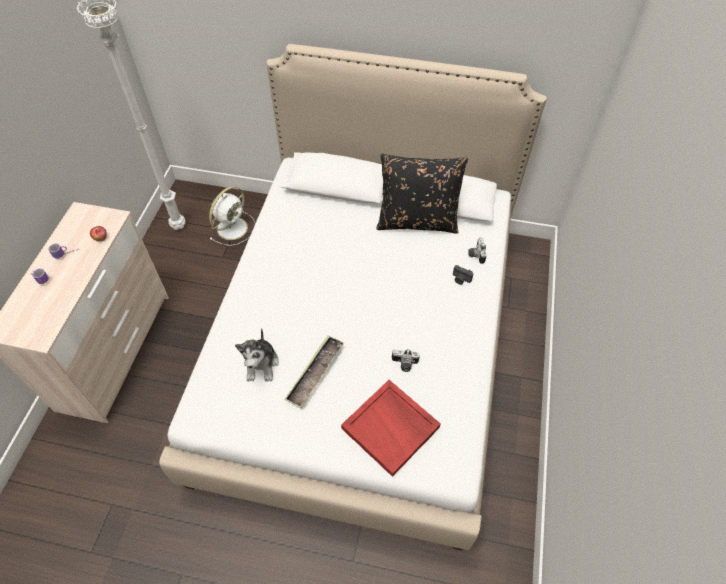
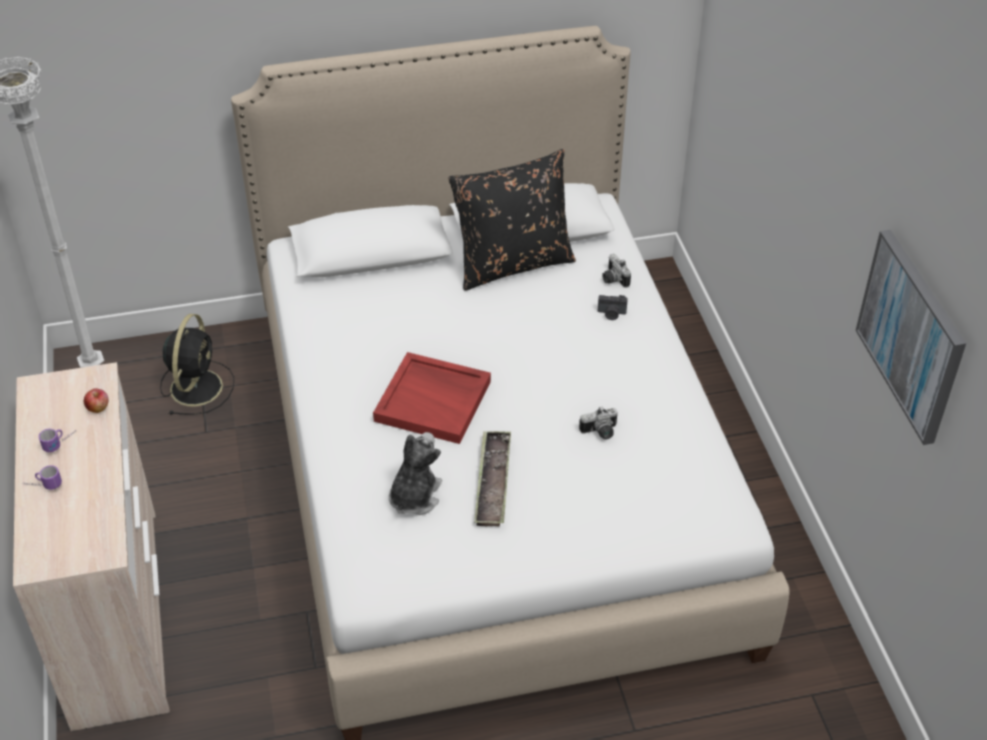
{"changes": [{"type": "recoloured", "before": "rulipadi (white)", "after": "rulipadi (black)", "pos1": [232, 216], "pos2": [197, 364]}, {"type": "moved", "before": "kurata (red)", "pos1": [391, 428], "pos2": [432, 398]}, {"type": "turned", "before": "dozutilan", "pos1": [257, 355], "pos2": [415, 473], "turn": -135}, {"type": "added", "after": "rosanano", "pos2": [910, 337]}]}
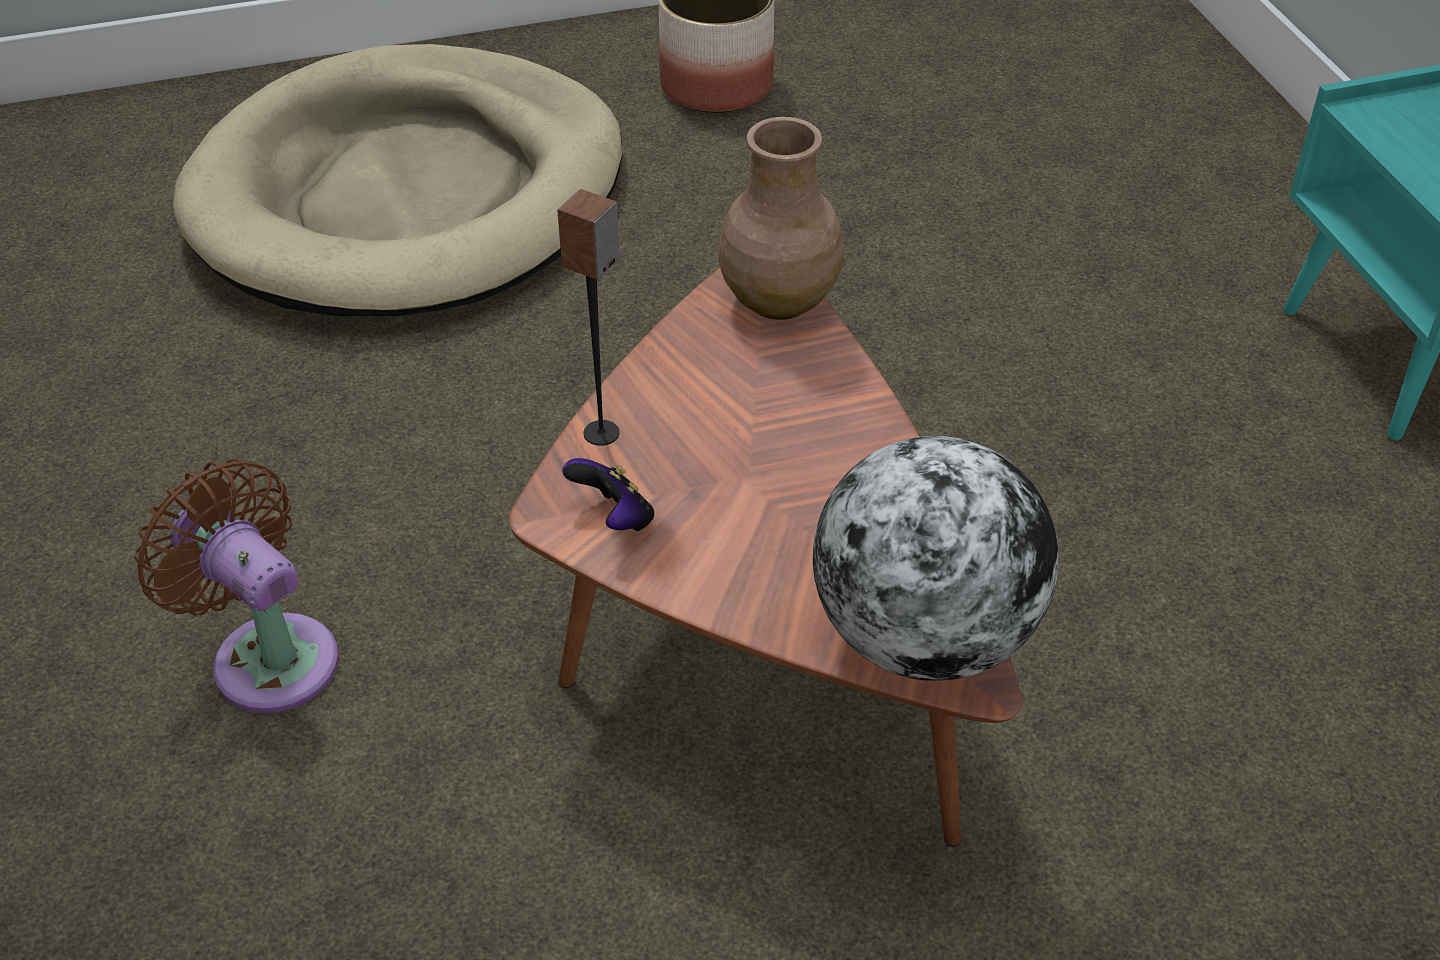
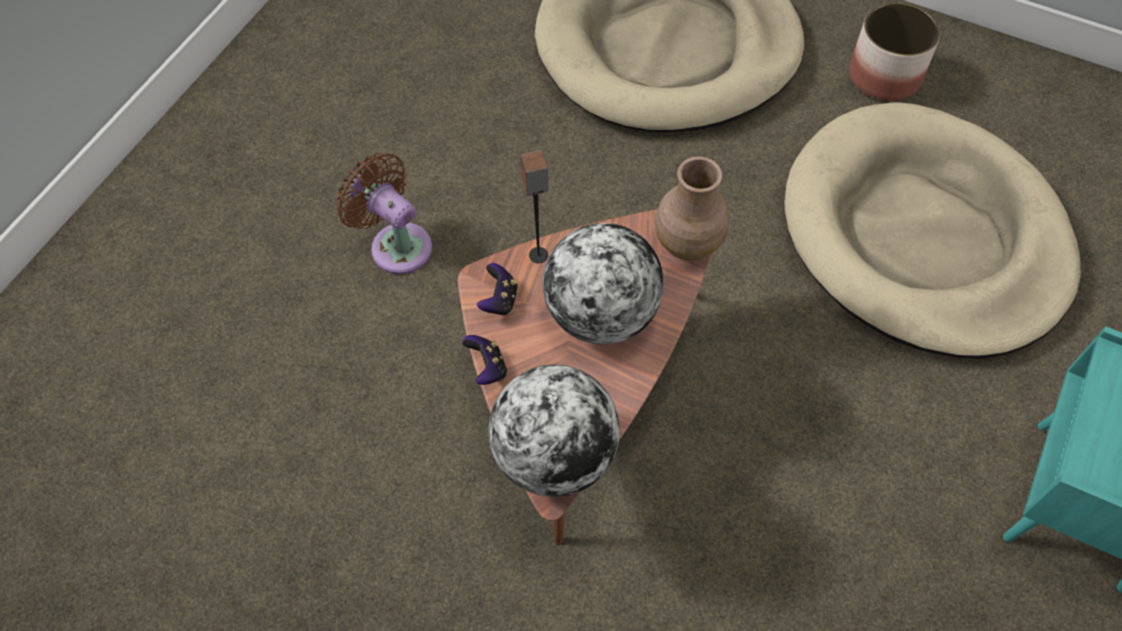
{"changes": [{"type": "turned", "before": "rulipadi (brown)", "pos1": [237, 586], "pos2": [383, 213], "turn": -45}, {"type": "added", "after": "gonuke", "pos2": [484, 360]}, {"type": "added", "after": "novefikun", "pos2": [603, 283]}, {"type": "added", "after": "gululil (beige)", "pos2": [933, 230]}]}
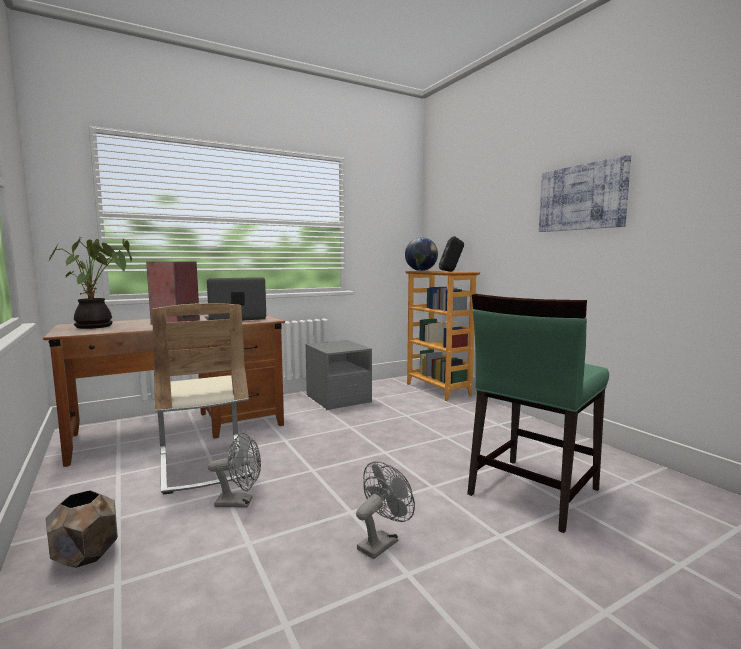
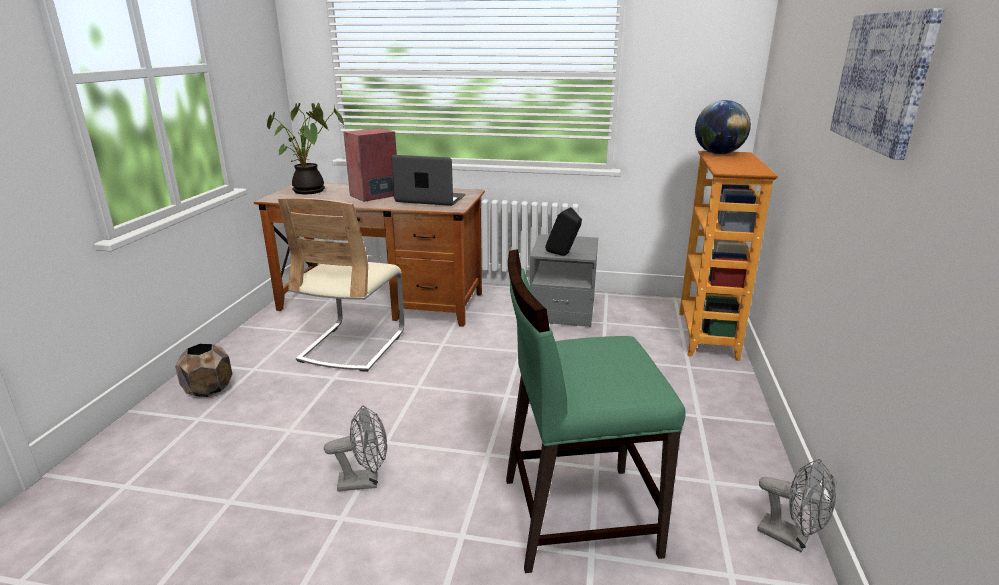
{"changes": [{"type": "moved", "before": "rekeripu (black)", "pos1": [451, 254], "pos2": [563, 231]}, {"type": "moved", "before": "rulipadi (grey)", "pos1": [234, 470], "pos2": [796, 505]}]}
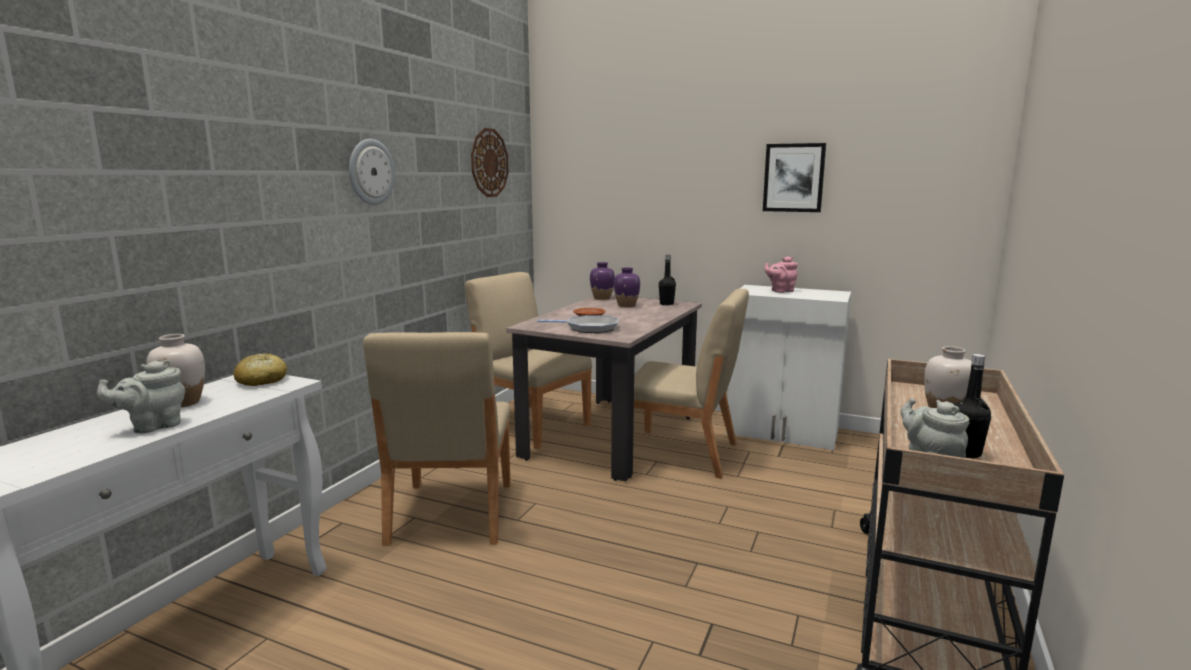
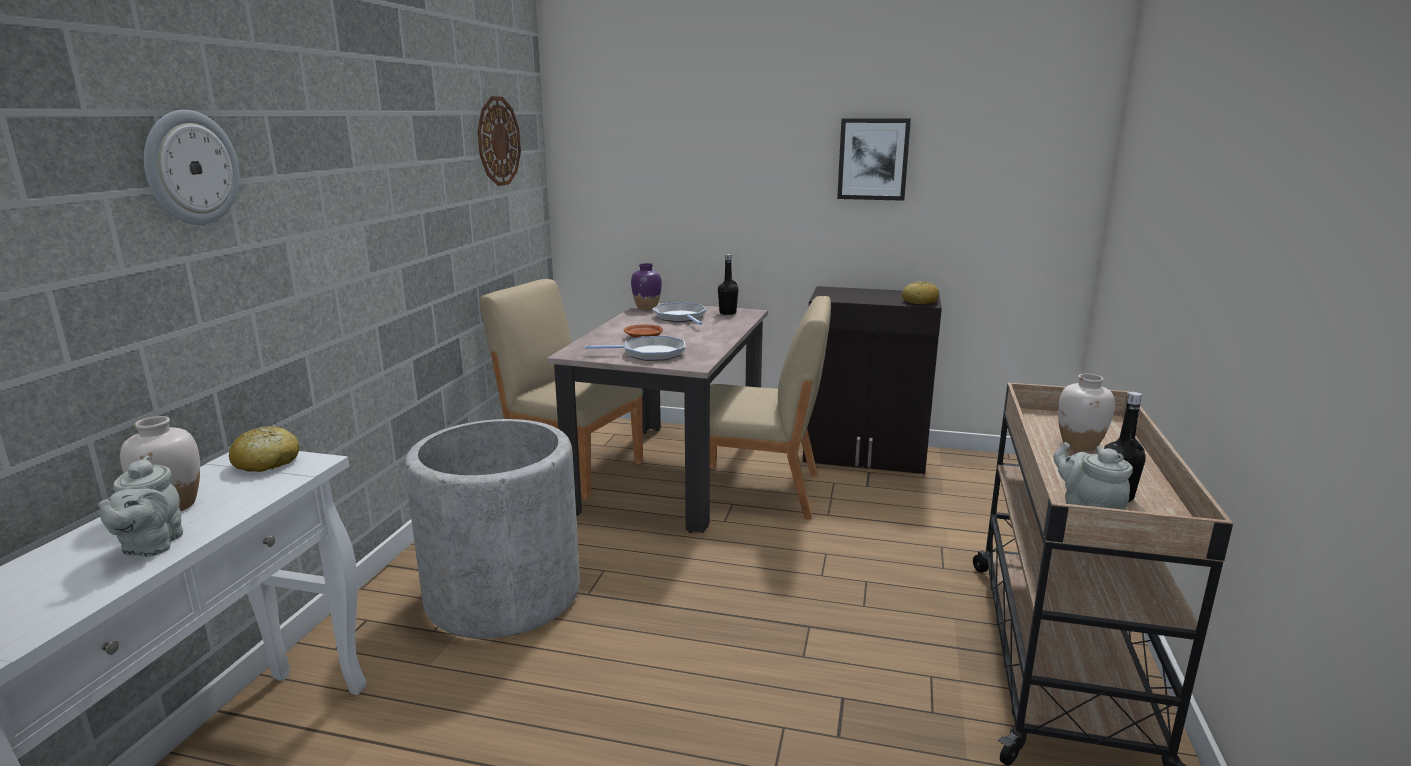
{"changes": [{"type": "turned", "before": "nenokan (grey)", "pos1": [141, 396], "pos2": [140, 506], "turn": -45}, {"type": "moved", "before": "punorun", "pos1": [372, 172], "pos2": [191, 167]}, {"type": "replaced", "before": "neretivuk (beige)", "after": "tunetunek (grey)", "pos1": [437, 439], "pos2": [492, 529]}, {"type": "replaced", "before": "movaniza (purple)", "after": "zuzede", "pos1": [627, 287], "pos2": [679, 313]}, {"type": "recoloured", "before": "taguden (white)", "after": "taguden (black)", "pos1": [788, 367], "pos2": [872, 380]}, {"type": "added", "after": "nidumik", "pos2": [920, 292]}, {"type": "removed", "before": "nenokan (pink)", "pos1": [781, 274]}]}
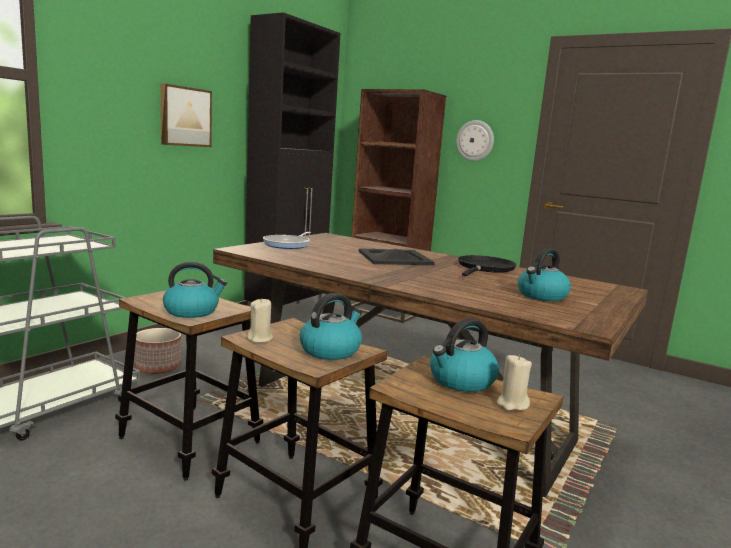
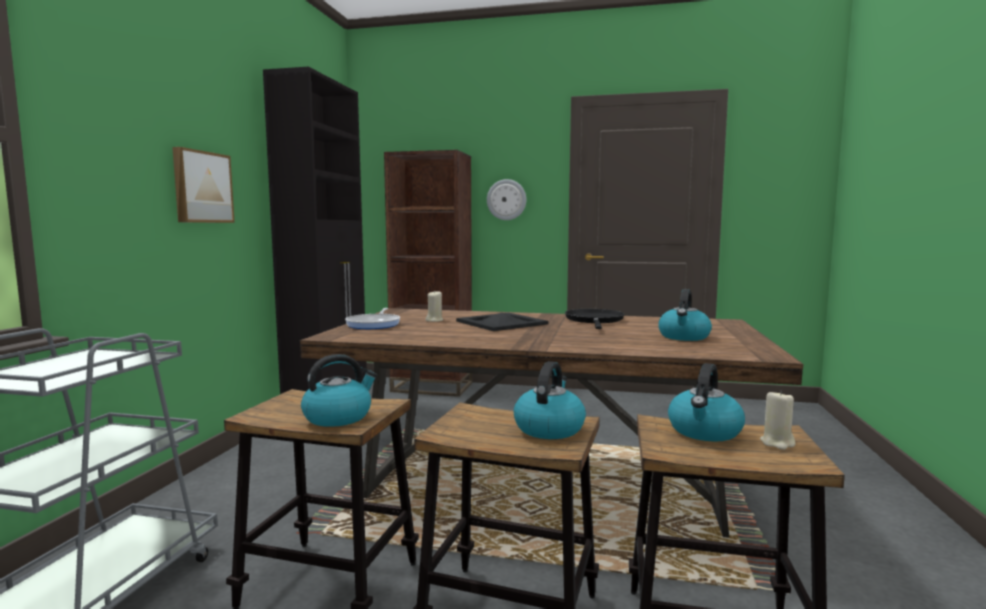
{"changes": [{"type": "moved", "before": "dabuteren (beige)", "pos1": [260, 320], "pos2": [434, 306]}, {"type": "removed", "before": "tunetunek", "pos1": [157, 351]}]}
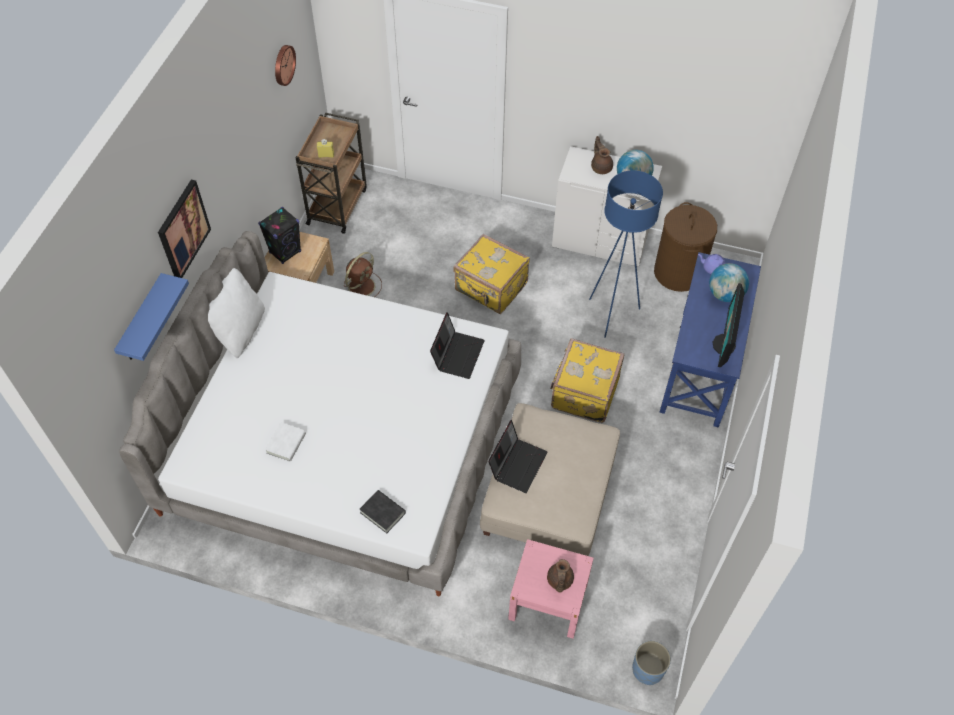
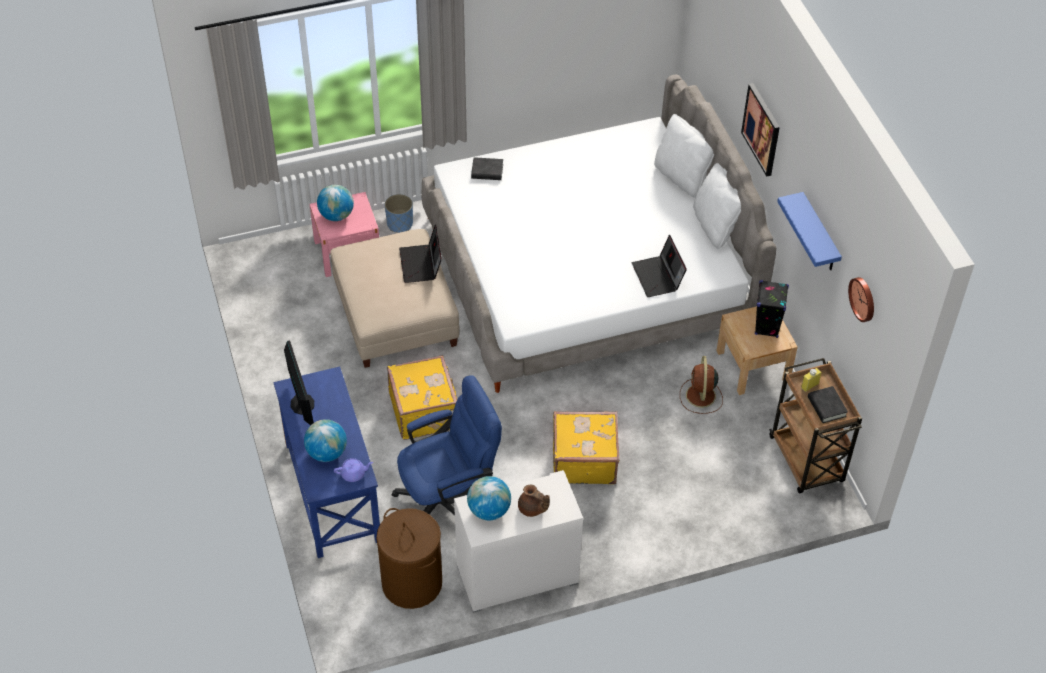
{"changes": [{"type": "replaced", "before": "nenokan (brown)", "after": "novefikun", "pos1": [560, 575], "pos2": [335, 203]}, {"type": "moved", "before": "tunetunek (blue)", "pos1": [651, 663], "pos2": [399, 213]}, {"type": "replaced", "before": "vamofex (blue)", "after": "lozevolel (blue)", "pos1": [626, 254], "pos2": [447, 445]}, {"type": "moved", "before": "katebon", "pos1": [457, 345], "pos2": [659, 266]}, {"type": "added", "after": "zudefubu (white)", "pos2": [684, 156]}, {"type": "moved", "before": "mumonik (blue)", "pos1": [151, 317], "pos2": [809, 231]}, {"type": "added", "after": "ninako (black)", "pos2": [828, 404]}, {"type": "removed", "before": "ninako (white)", "pos1": [285, 442]}]}
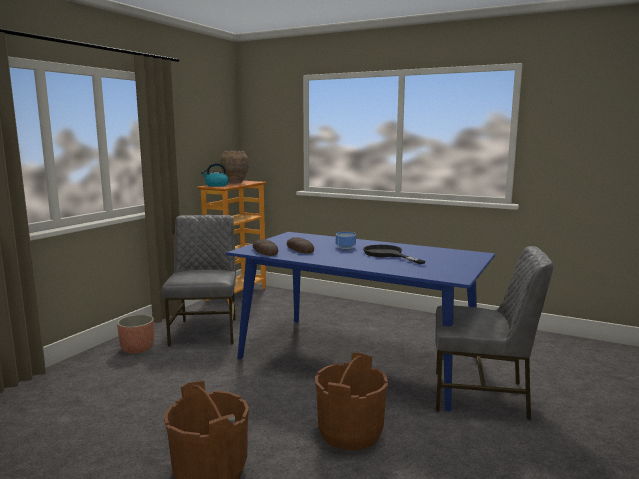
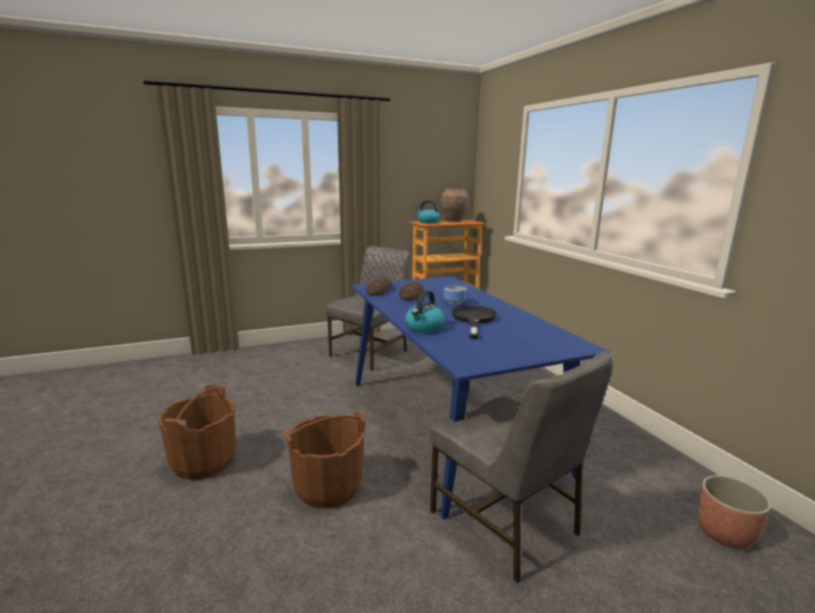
{"changes": [{"type": "added", "after": "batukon", "pos2": [425, 311]}, {"type": "moved", "before": "tunetunek", "pos1": [135, 334], "pos2": [734, 512]}]}
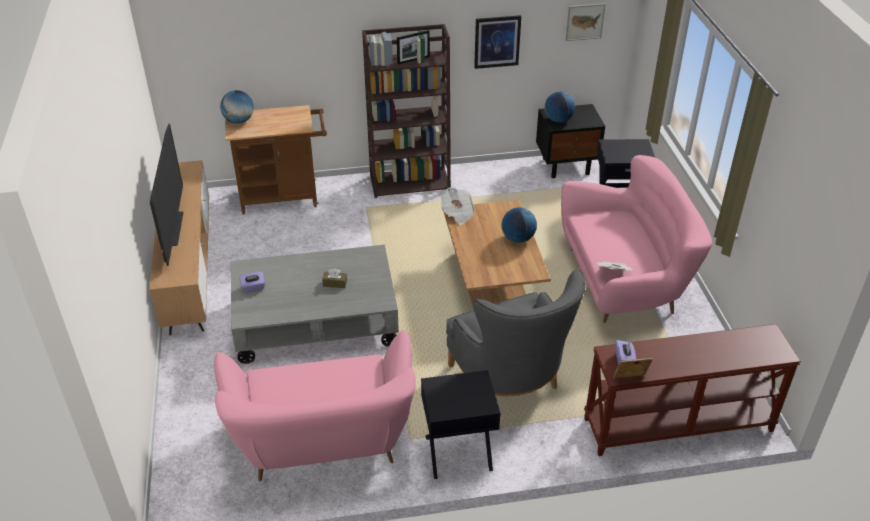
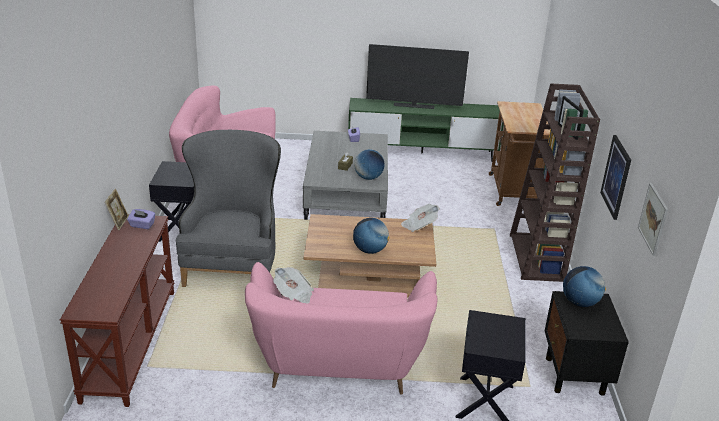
{"changes": [{"type": "turned", "before": "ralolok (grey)", "pos1": [516, 333], "pos2": [228, 208], "turn": 105}, {"type": "recoloured", "before": "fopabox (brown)", "after": "fopabox (green)", "pos1": [179, 247], "pos2": [426, 130]}, {"type": "moved", "before": "novefikun", "pos1": [237, 106], "pos2": [369, 164]}]}
